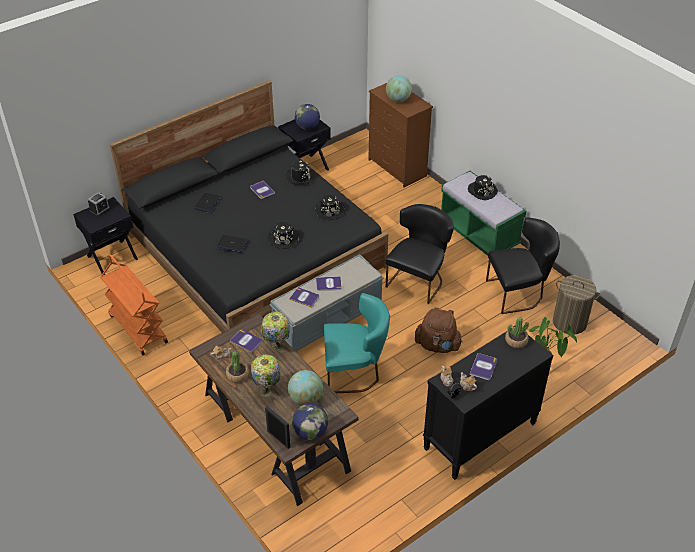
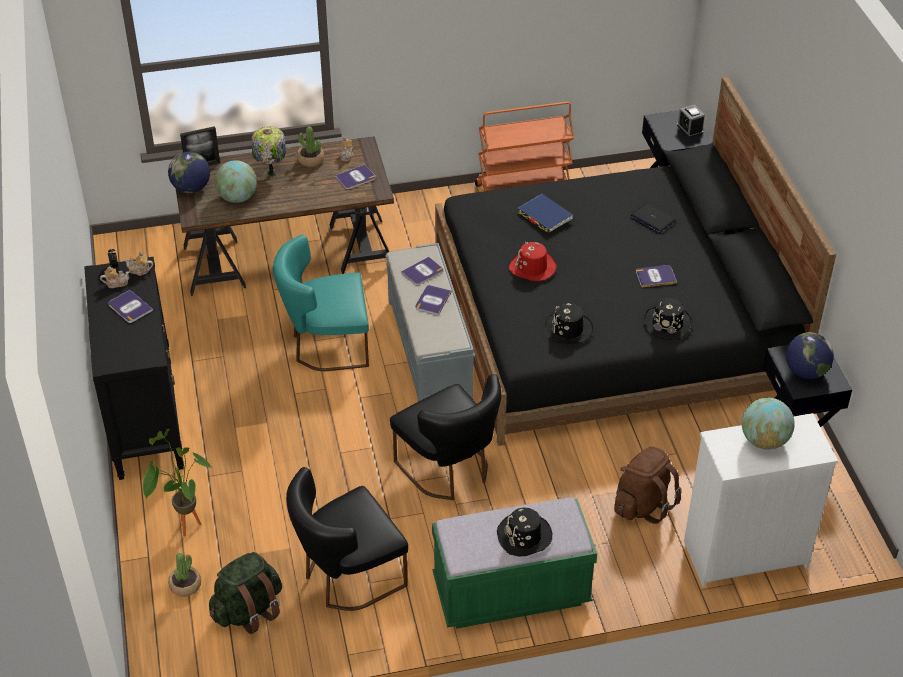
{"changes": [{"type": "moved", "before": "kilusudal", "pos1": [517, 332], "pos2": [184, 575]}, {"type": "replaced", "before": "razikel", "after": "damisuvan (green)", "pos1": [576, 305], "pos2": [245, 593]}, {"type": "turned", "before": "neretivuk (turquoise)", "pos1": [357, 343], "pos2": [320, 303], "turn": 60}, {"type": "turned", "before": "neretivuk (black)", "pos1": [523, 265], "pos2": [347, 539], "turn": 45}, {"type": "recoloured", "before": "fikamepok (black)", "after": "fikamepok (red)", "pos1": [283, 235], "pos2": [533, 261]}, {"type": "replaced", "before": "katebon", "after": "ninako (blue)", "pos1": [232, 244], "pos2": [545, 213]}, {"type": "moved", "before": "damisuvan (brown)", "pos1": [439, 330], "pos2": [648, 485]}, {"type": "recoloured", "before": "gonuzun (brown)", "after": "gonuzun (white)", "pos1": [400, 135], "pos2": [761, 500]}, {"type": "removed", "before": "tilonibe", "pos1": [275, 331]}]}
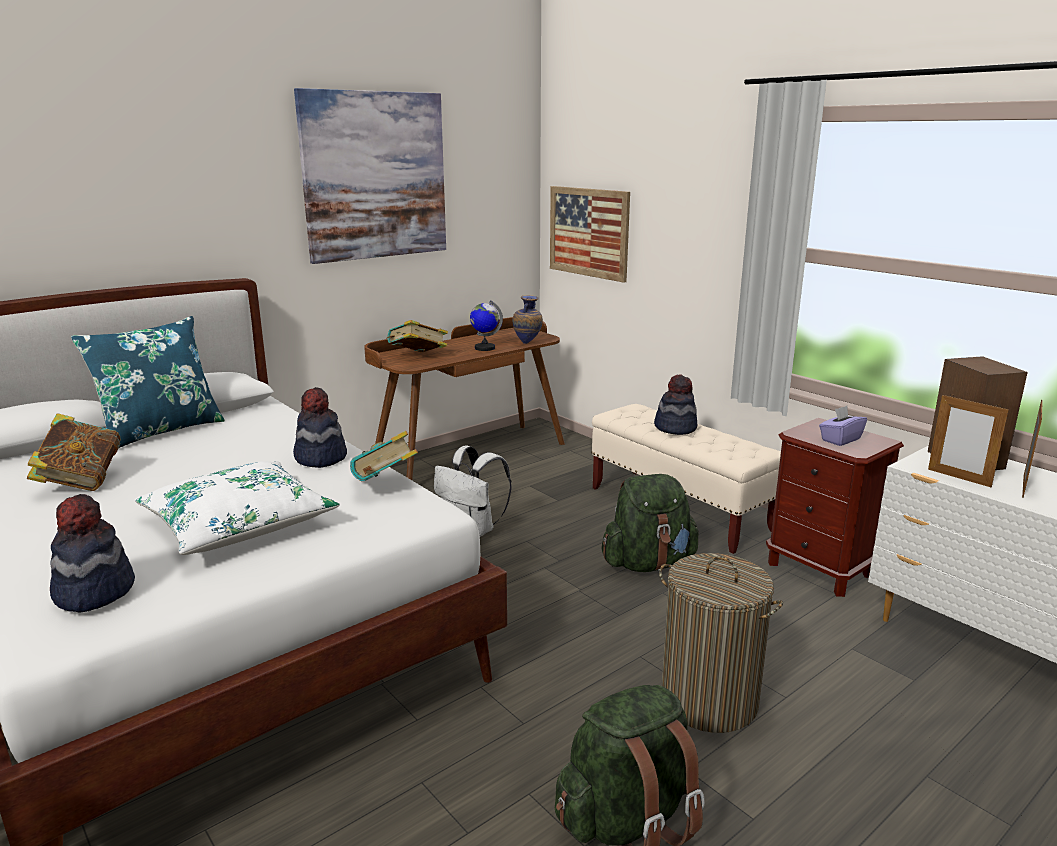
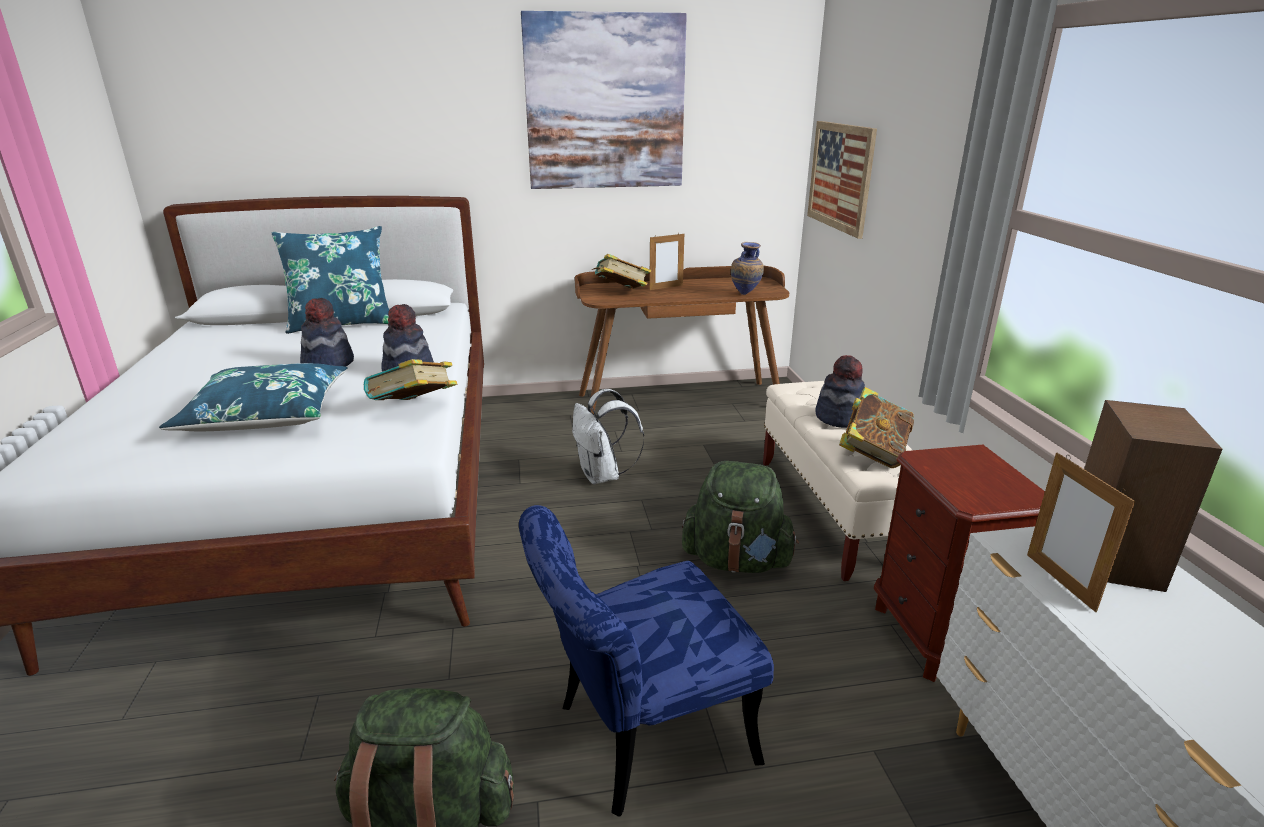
{"changes": [{"type": "recoloured", "before": "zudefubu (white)", "after": "zudefubu (blue)", "pos1": [237, 508], "pos2": [253, 397]}, {"type": "moved", "before": "fikamepok", "pos1": [92, 553], "pos2": [327, 332]}, {"type": "replaced", "before": "razikel", "after": "neretivuk (blue)", "pos1": [721, 643], "pos2": [646, 661]}, {"type": "moved", "before": "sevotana", "pos1": [1032, 449], "pos2": [666, 261]}, {"type": "moved", "before": "ninako", "pos1": [74, 452], "pos2": [876, 427]}, {"type": "removed", "before": "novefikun", "pos1": [486, 325]}, {"type": "removed", "before": "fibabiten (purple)", "pos1": [843, 426]}]}
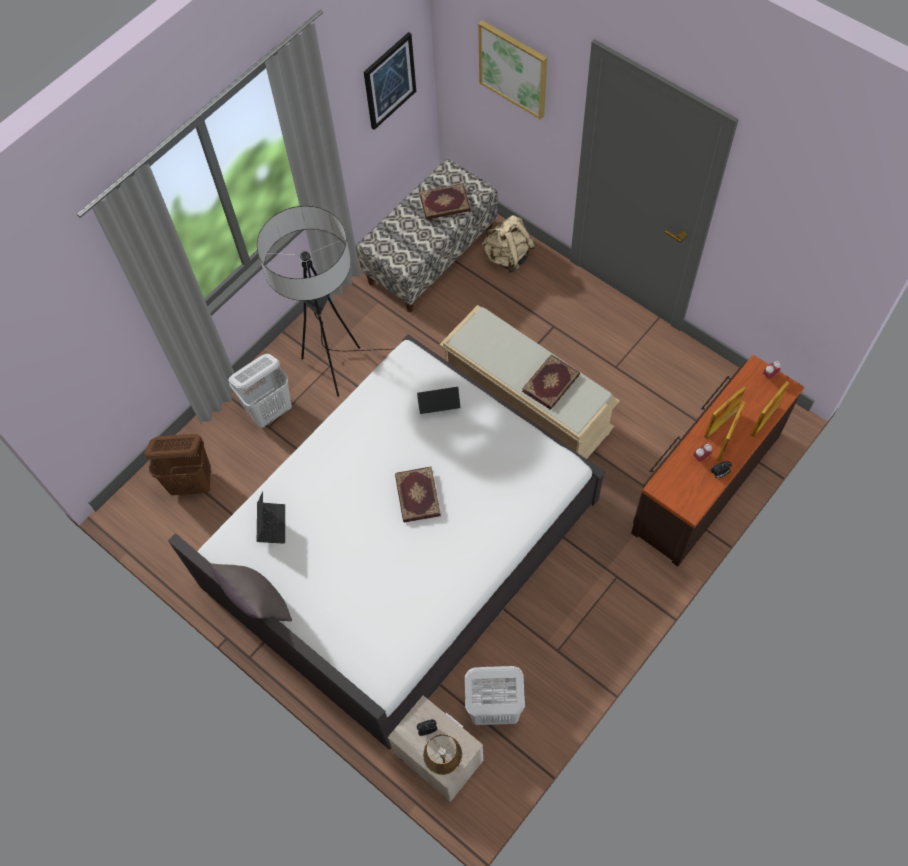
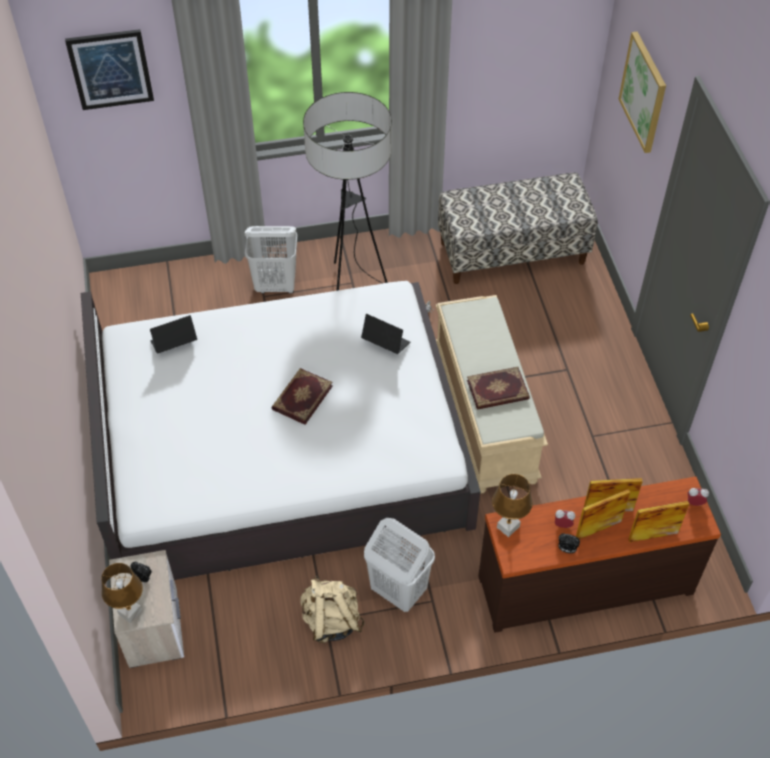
{"changes": [{"type": "moved", "before": "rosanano", "pos1": [390, 81], "pos2": [109, 69]}, {"type": "turned", "before": "katebon", "pos1": [271, 517], "pos2": [173, 334], "turn": -150}, {"type": "moved", "before": "damisuvan (beige)", "pos1": [509, 244], "pos2": [333, 609]}, {"type": "moved", "before": "razikel (white)", "pos1": [495, 695], "pos2": [399, 565]}, {"type": "added", "after": "tilonibe (brown)", "pos2": [512, 505]}, {"type": "removed", "before": "razikel (brown)", "pos1": [177, 464]}, {"type": "removed", "before": "zudefubu (grey)", "pos1": [251, 592]}, {"type": "removed", "before": "ninako", "pos1": [444, 201]}]}
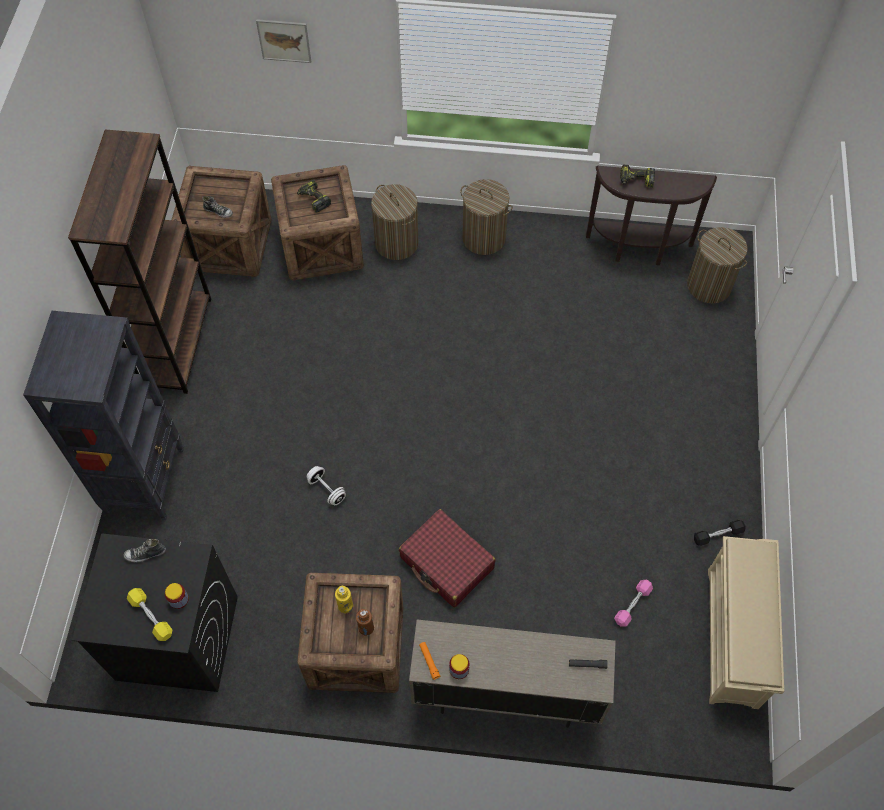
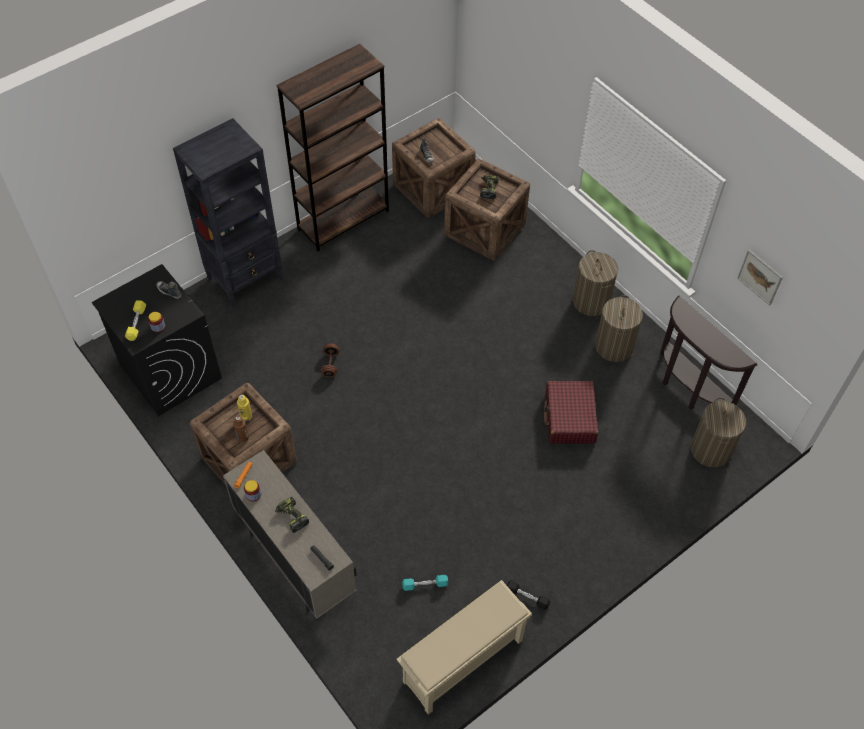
{"changes": [{"type": "moved", "before": "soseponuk", "pos1": [637, 176], "pos2": [292, 515]}, {"type": "recoloured", "before": "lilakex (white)", "after": "lilakex (brown)", "pos1": [326, 485], "pos2": [330, 360]}, {"type": "recoloured", "before": "lilakex (pink)", "after": "lilakex (turquoise)", "pos1": [633, 603], "pos2": [425, 583]}, {"type": "moved", "before": "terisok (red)", "pos1": [447, 558], "pos2": [571, 412]}, {"type": "moved", "before": "razikel", "pos1": [394, 222], "pos2": [619, 328]}, {"type": "moved", "before": "rosanano", "pos1": [283, 41], "pos2": [760, 278]}]}
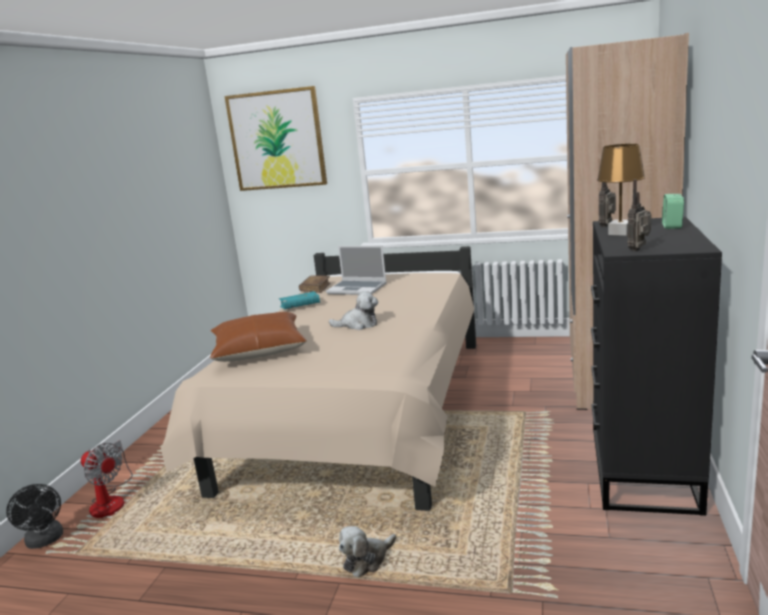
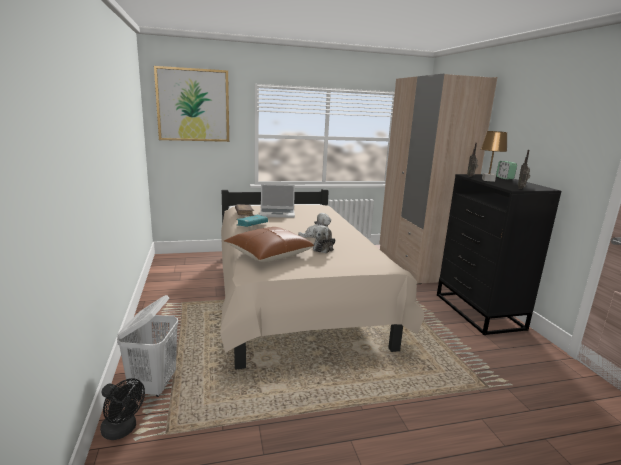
{"changes": [{"type": "replaced", "before": "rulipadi", "after": "razikel (white)", "pos1": [107, 479], "pos2": [147, 346]}, {"type": "moved", "before": "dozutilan", "pos1": [367, 551], "pos2": [323, 239]}]}
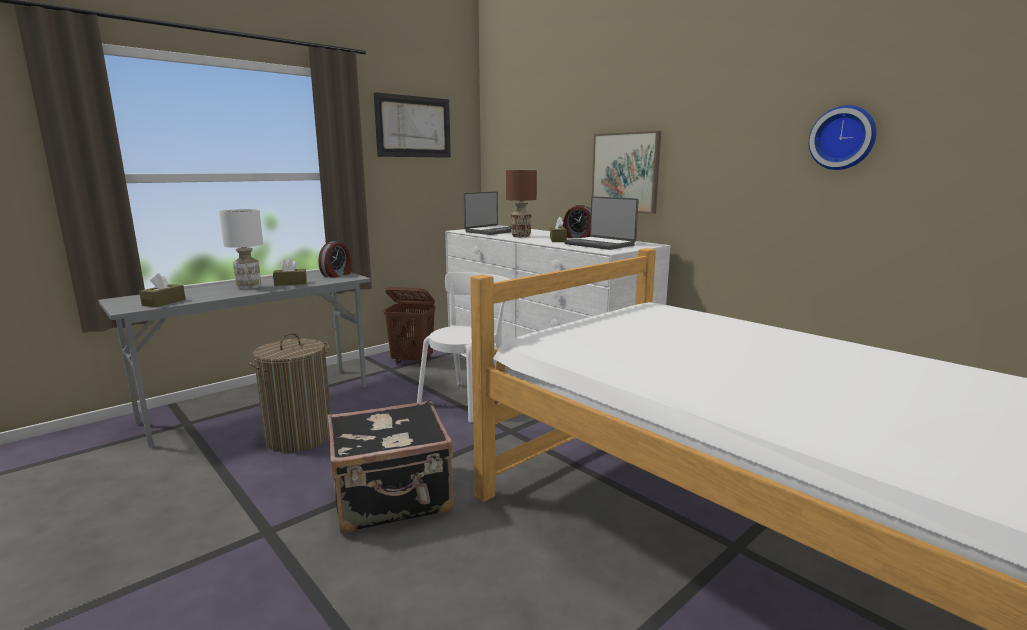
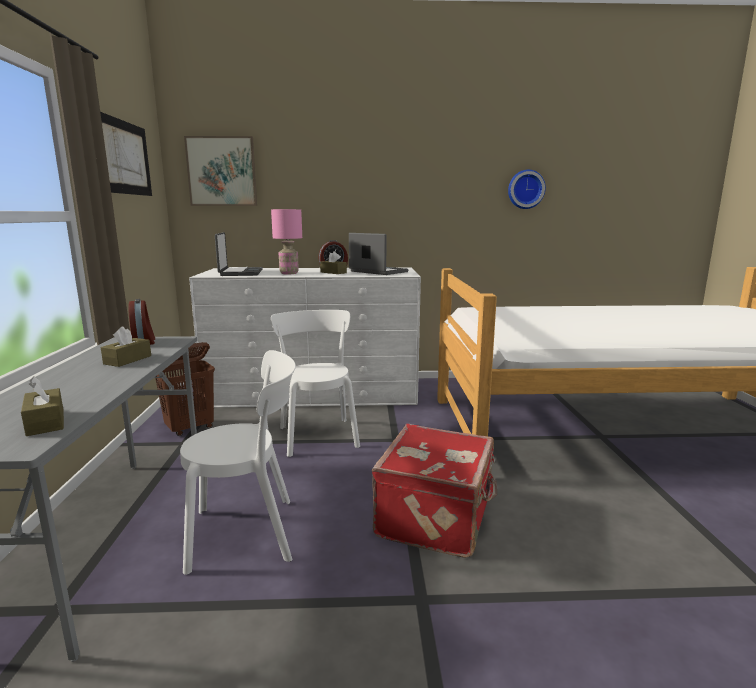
{"changes": [{"type": "replaced", "before": "razikel", "after": "neretivuk (white)", "pos1": [289, 392], "pos2": [238, 462]}, {"type": "moved", "before": "rosanano", "pos1": [626, 172], "pos2": [220, 171]}, {"type": "recoloured", "before": "tilonibe (brown)", "after": "tilonibe (pink)", "pos1": [521, 203], "pos2": [286, 241]}, {"type": "turned", "before": "katebon", "pos1": [601, 223], "pos2": [378, 254], "turn": -135}, {"type": "recoloured", "before": "terisok (black)", "after": "terisok (red)", "pos1": [390, 466], "pos2": [434, 491]}, {"type": "removed", "before": "tilonibe (white)", "pos1": [241, 249]}]}
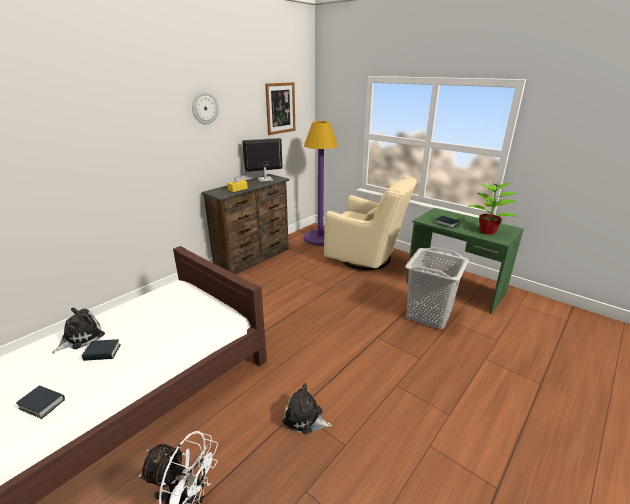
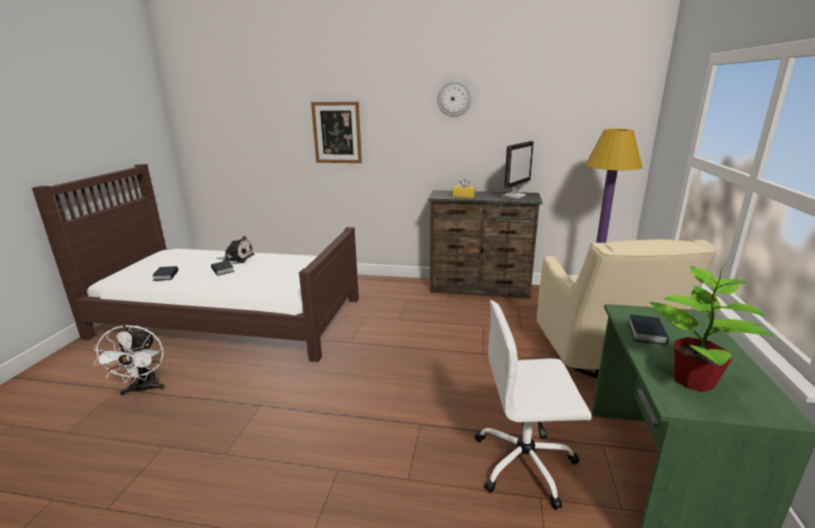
{"changes": [{"type": "moved", "before": "rosanano", "pos1": [280, 108], "pos2": [336, 132]}, {"type": "replaced", "before": "razikel (grey)", "after": "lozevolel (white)", "pos1": [437, 288], "pos2": [533, 405]}, {"type": "turned", "before": "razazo", "pos1": [262, 160], "pos2": [518, 170], "turn": 90}, {"type": "removed", "before": "dozutilan", "pos1": [307, 408]}]}
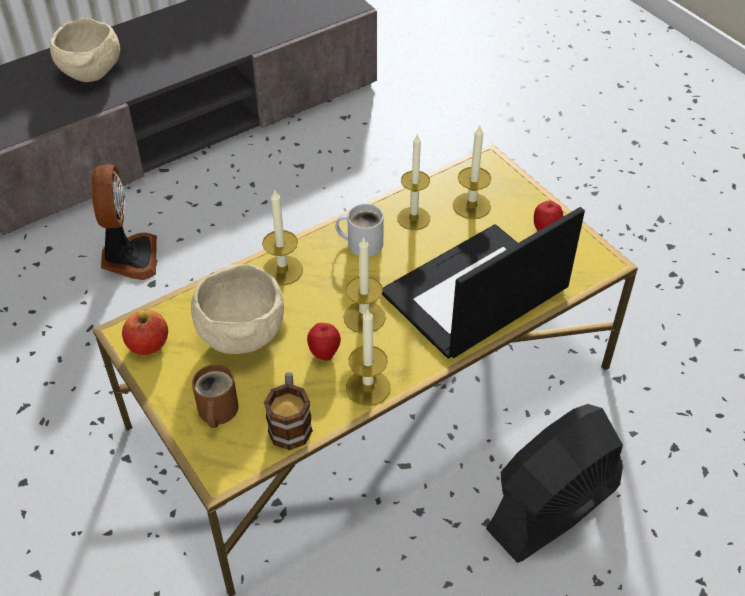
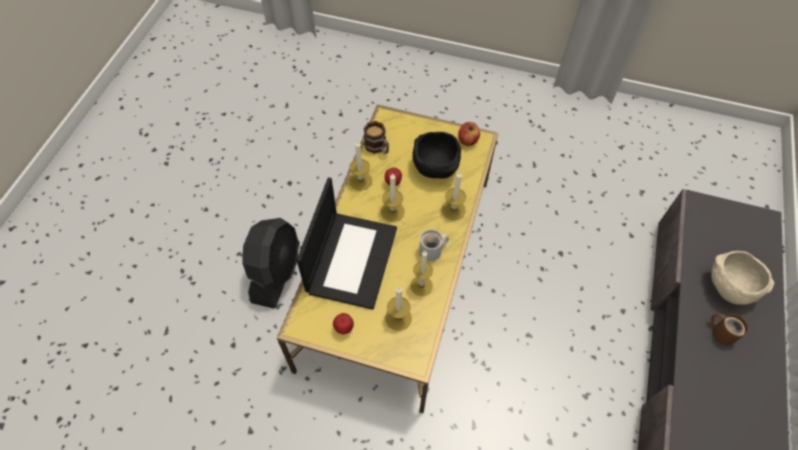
{"changes": [{"type": "recoloured", "before": "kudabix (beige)", "after": "kudabix (black)", "pos1": [237, 309], "pos2": [436, 155]}, {"type": "moved", "before": "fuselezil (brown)", "pos1": [215, 396], "pos2": [729, 329]}, {"type": "removed", "before": "rulipadi", "pos1": [124, 222]}]}
